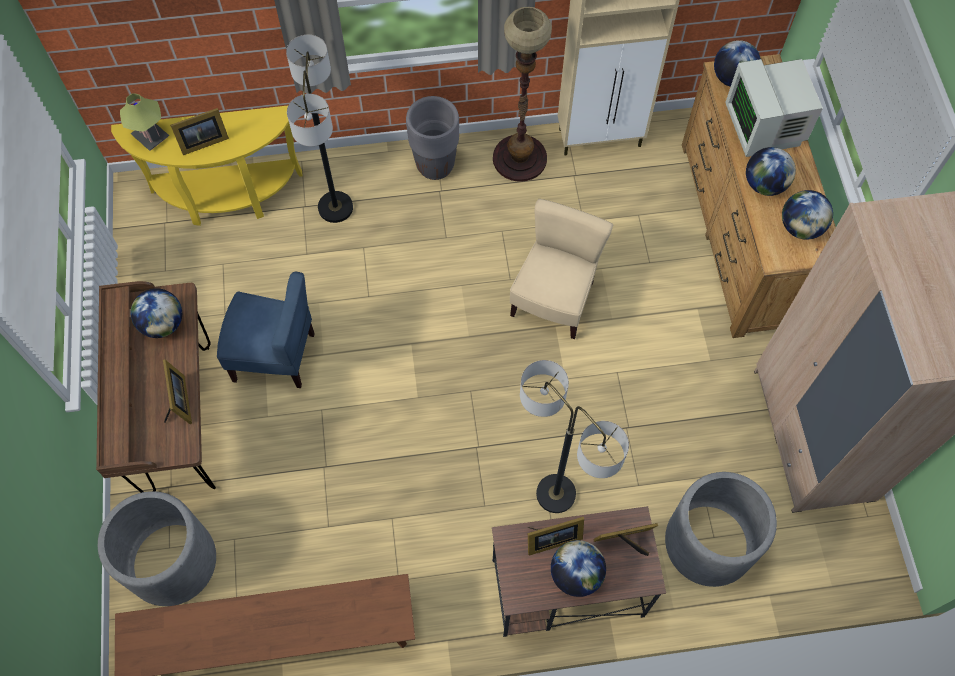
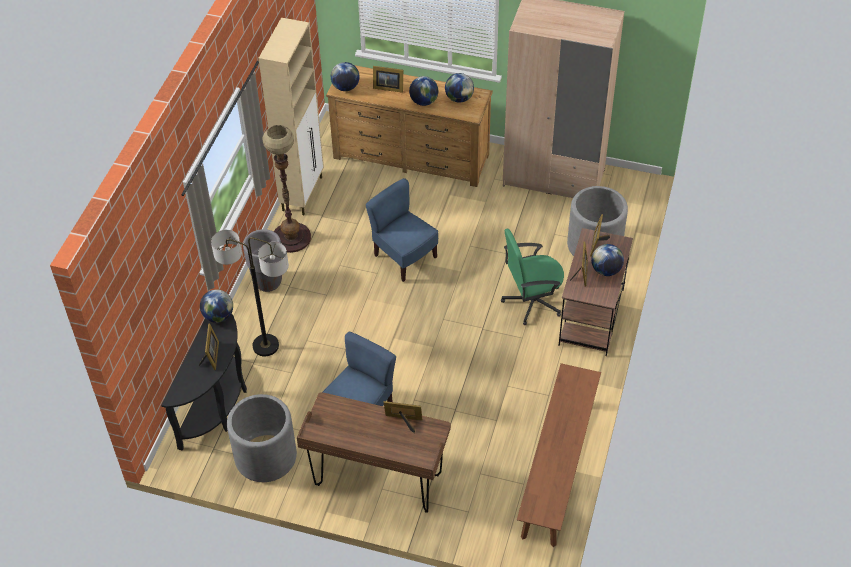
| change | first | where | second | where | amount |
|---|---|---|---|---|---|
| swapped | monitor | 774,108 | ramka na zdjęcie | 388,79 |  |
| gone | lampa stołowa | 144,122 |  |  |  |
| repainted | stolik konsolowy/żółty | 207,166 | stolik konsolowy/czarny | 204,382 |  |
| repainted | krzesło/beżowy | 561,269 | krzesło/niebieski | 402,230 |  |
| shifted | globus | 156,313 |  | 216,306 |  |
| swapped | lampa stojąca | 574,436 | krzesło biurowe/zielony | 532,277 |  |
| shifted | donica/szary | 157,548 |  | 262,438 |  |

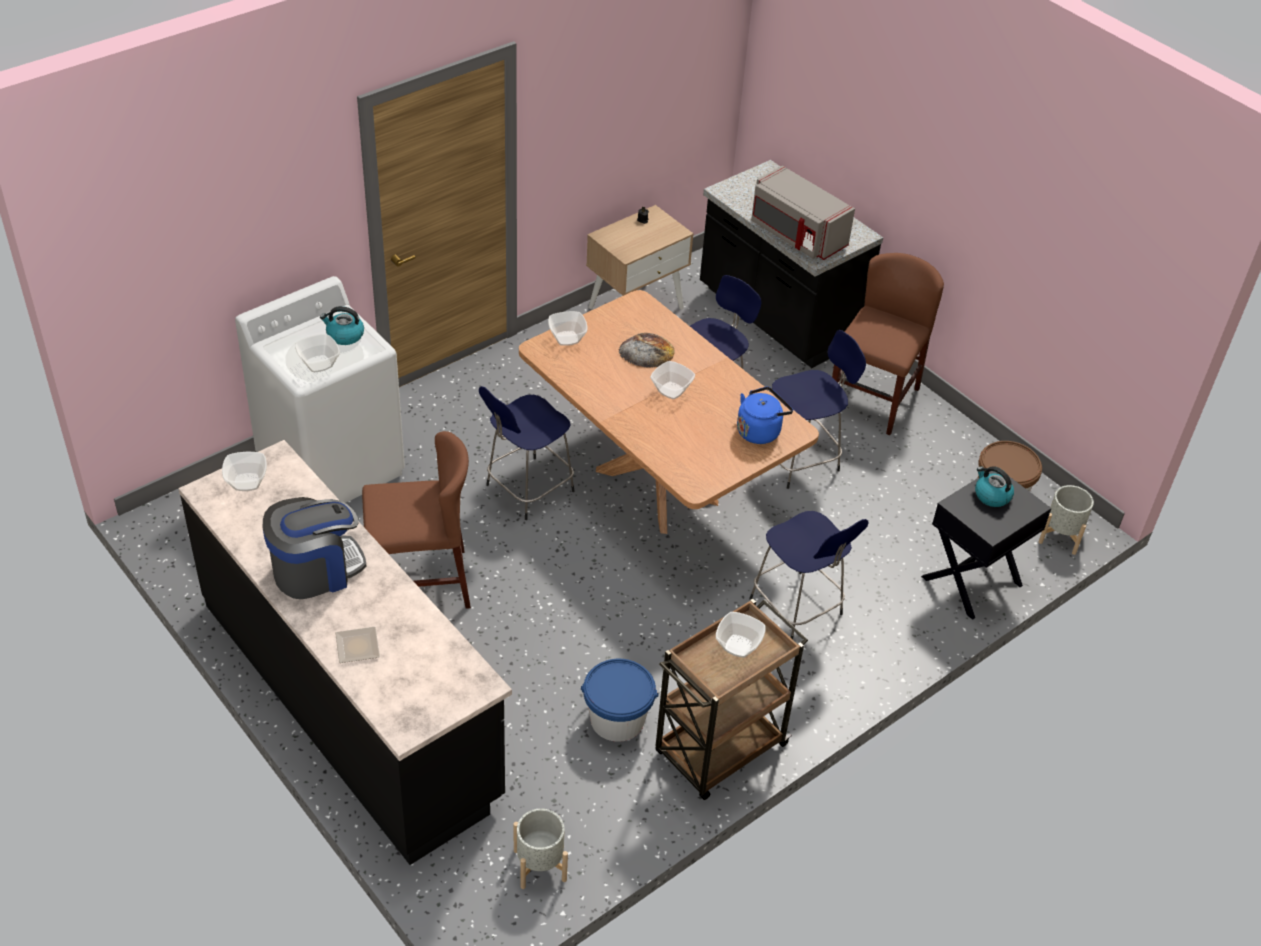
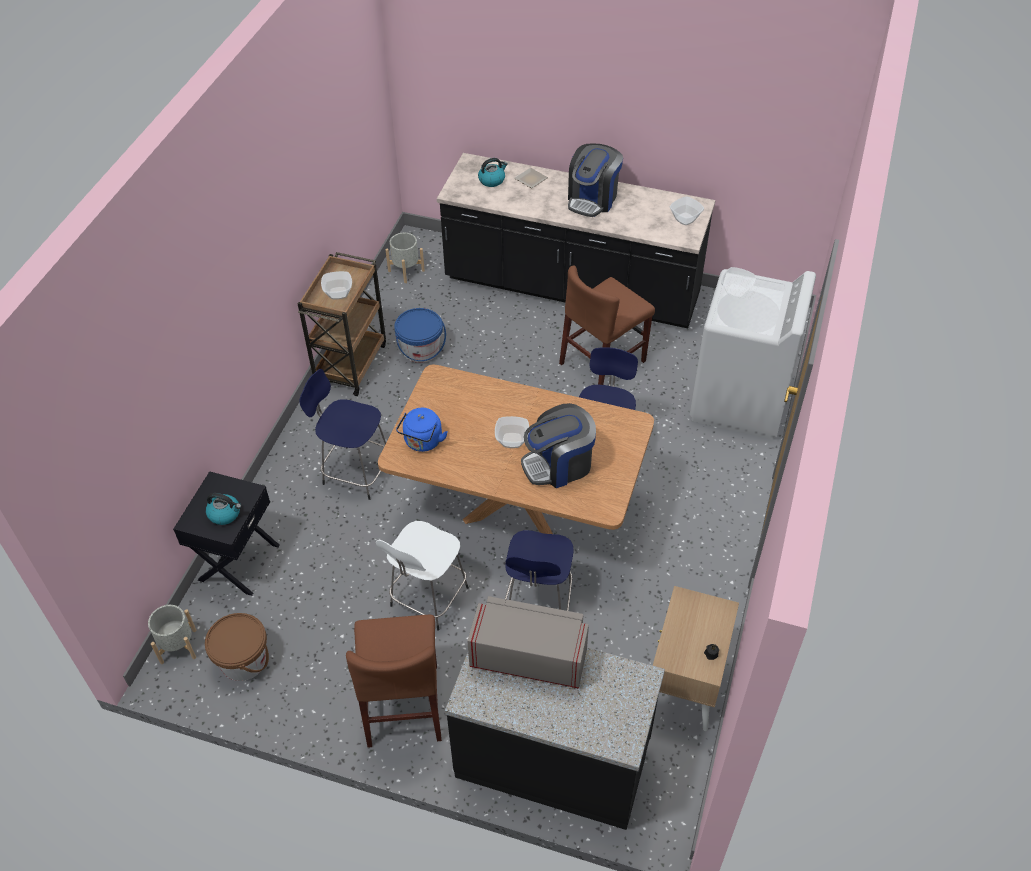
| change | first | where | second | where | amount |
|---|---|---|---|---|---|
| shifted | czajnik | 342,325 |  | 493,172 |  |
| gone | miska | 568,328 |  |  |  |
| repainted | stołek/niebieski | 819,409 | stołek/biały | 422,576 |  |
| swapped | chleb | 647,350 | ekspres do kawy | 558,445 |  |

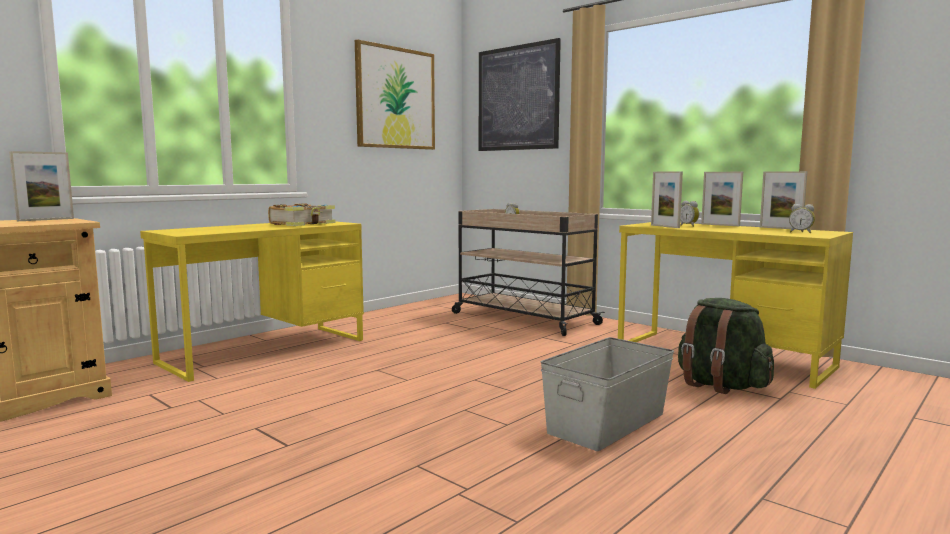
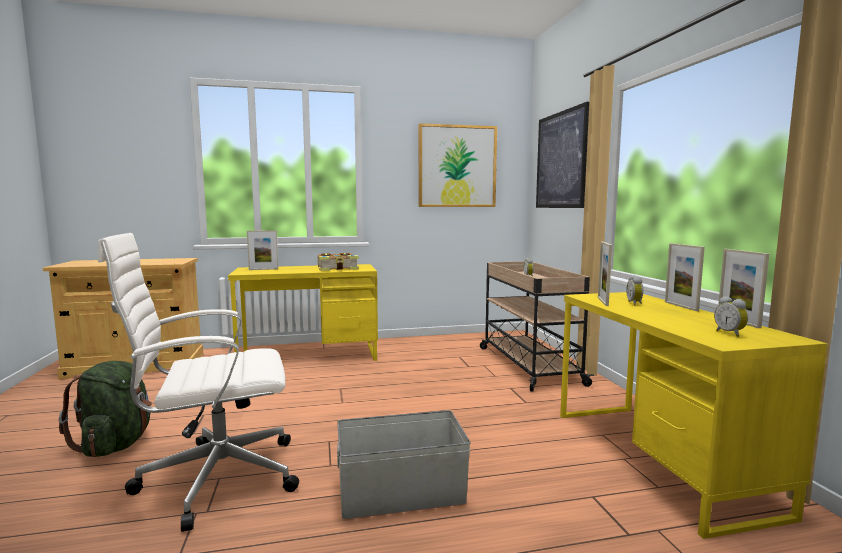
| change | first | where | second | where | amount |
|---|---|---|---|---|---|
| shifted | ramka na zdjęcie | 41,186 |  | 262,250 |  |
| shifted | plecak/zielony | 726,346 |  | 105,409 |  |
| new |  |  | krzesło biurowe/biały | 198,382 |  |

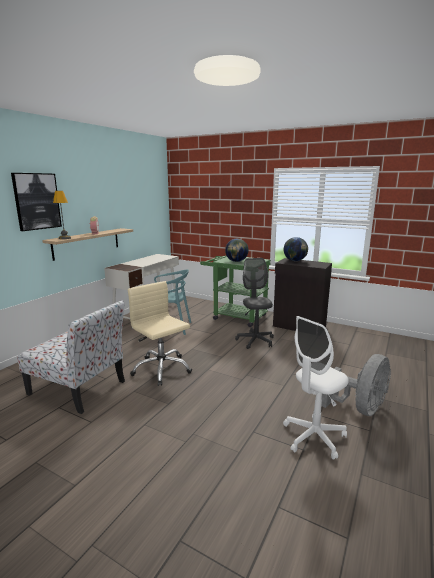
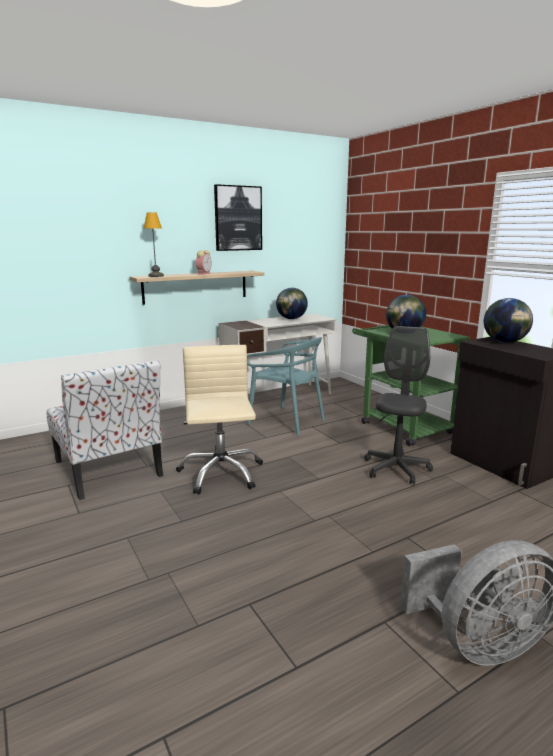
| change | first | where | second | where | amount |
|---|---|---|---|---|---|
| shifted | obraz | 36,202 |  | 238,217 |  |
| gone | krzesło biurowe/biały | 316,388 |  |  |  |
| new |  |  | globus | 292,303 |  |

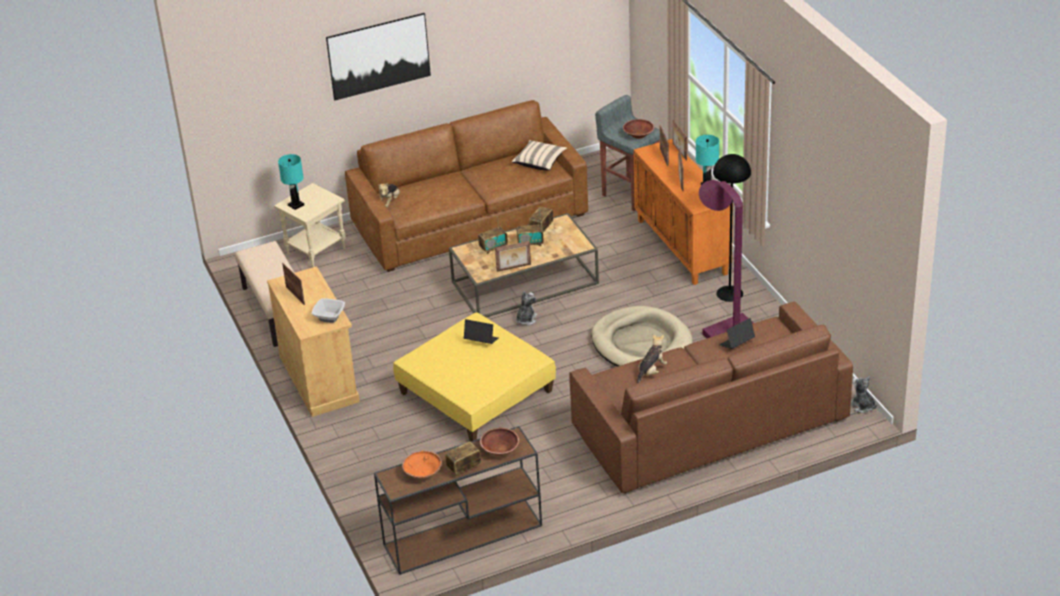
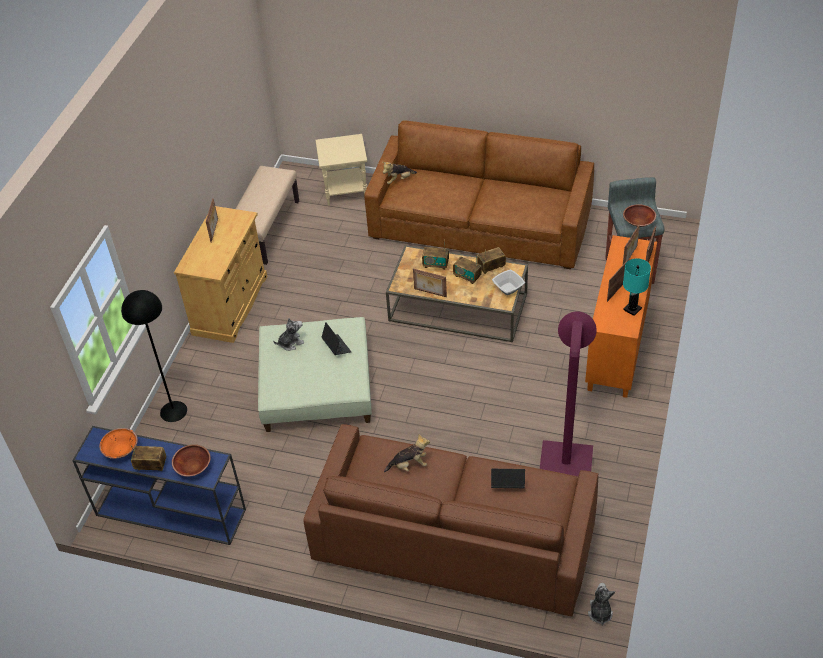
| change | first | where | second | where | amount |
|---|---|---|---|---|---|
| gone | obraz | 378,56 |  |  |  |
| gone | poduszka/beżowy | 539,155 |  |  |  |
| gone | lampa stołowa/turkusowy | 291,182 |  |  |  |
| shifted | lampa stojąca/czarny | 732,228 |  | 154,356 |  |
| shifted | pluszak | 526,308 |  | 288,334 |  |
| shifted | miska | 328,310 |  | 508,282 |  |
| gone | legowisko/beżowy | 642,336 |  |  |  |
| repainted | pufa/żółty | 474,376 | pufa/zielony | 315,374 |  |
| repainted | stolik konsolowy/brązowy | 458,500 | stolik konsolowy/niebieski | 159,485 |  |

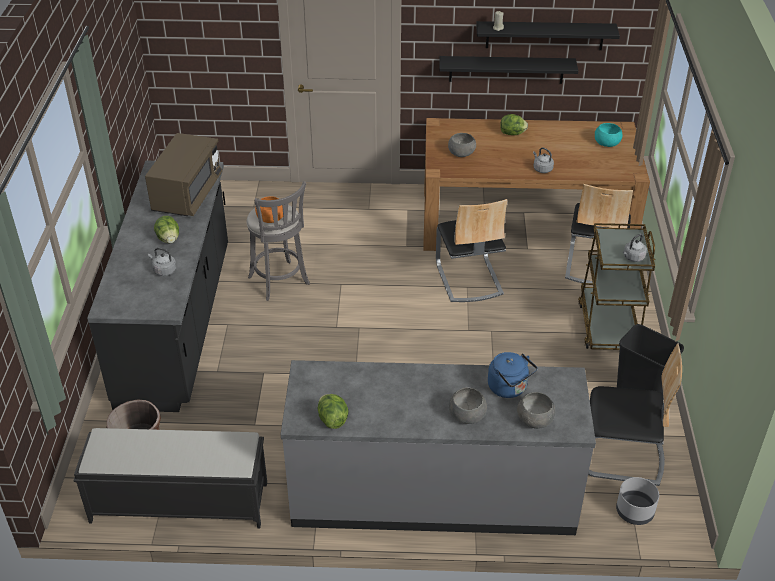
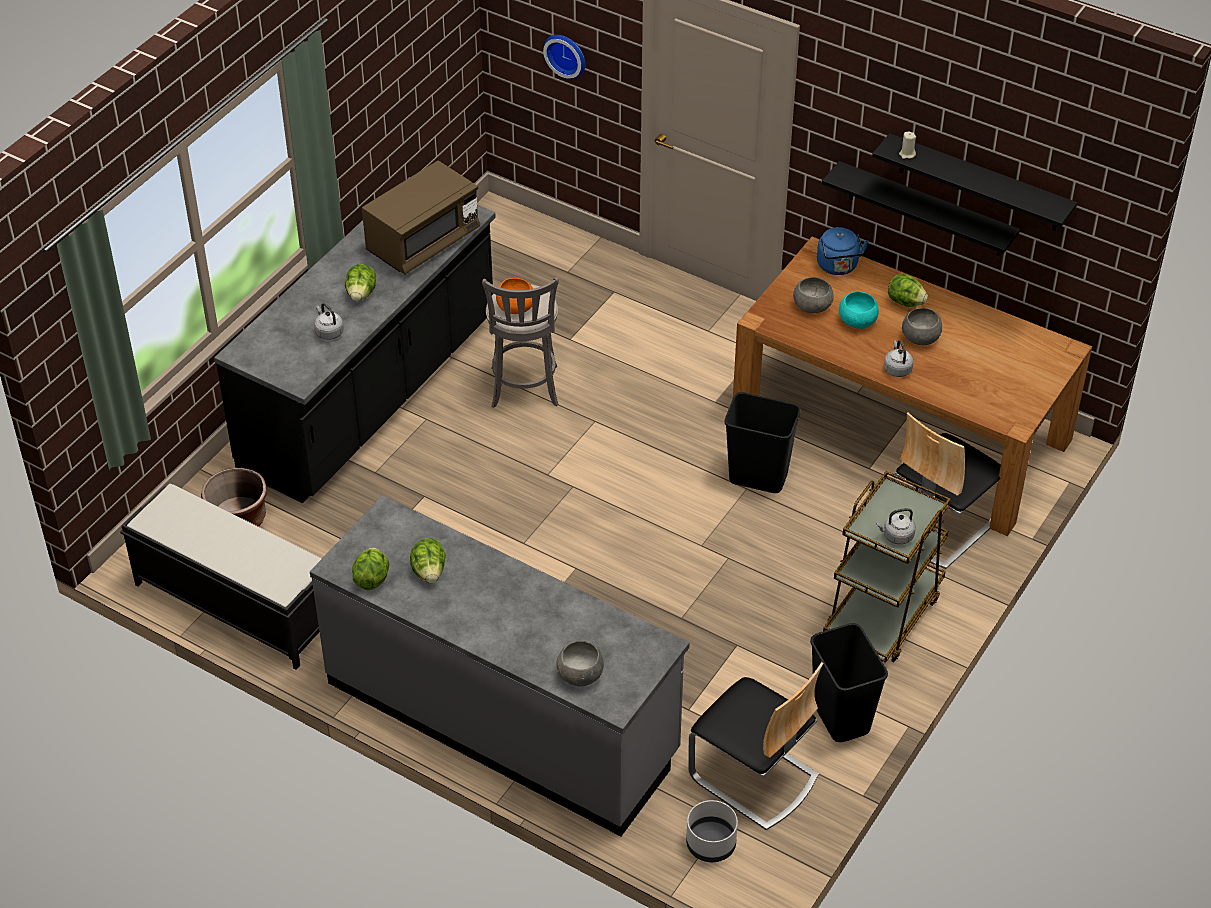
| change | first | where | second | where | amount |
|---|---|---|---|---|---|
| shifted | miska/turkusowy | 608,135 |  | 859,310 |  |
| swapped | krzesło | 471,250 | kosz na śmieci/czarny | 763,442 |  |
| shifted | czajnik/niebieski | 513,375 |  | 843,251 |  |
| shifted | miska/szary | 468,405 |  | 922,326 |  |
| new |  |  | zegar ścienny | 564,57 |  |
| new |  |  | sałata | 428,560 |  |

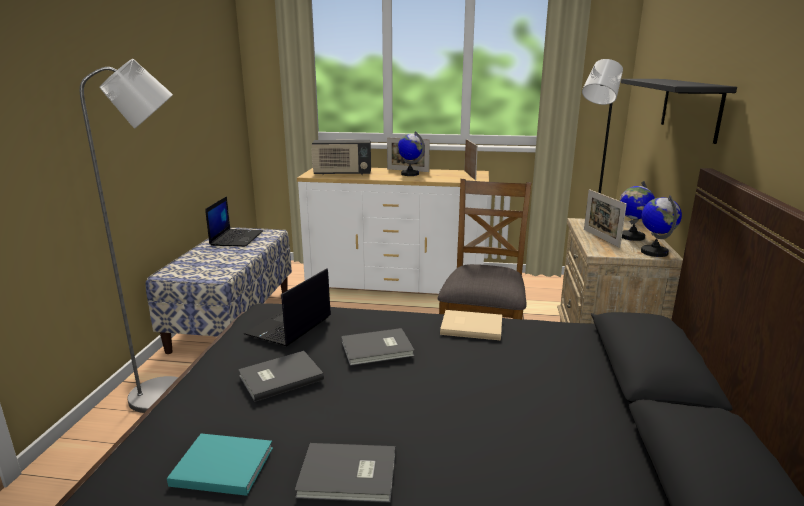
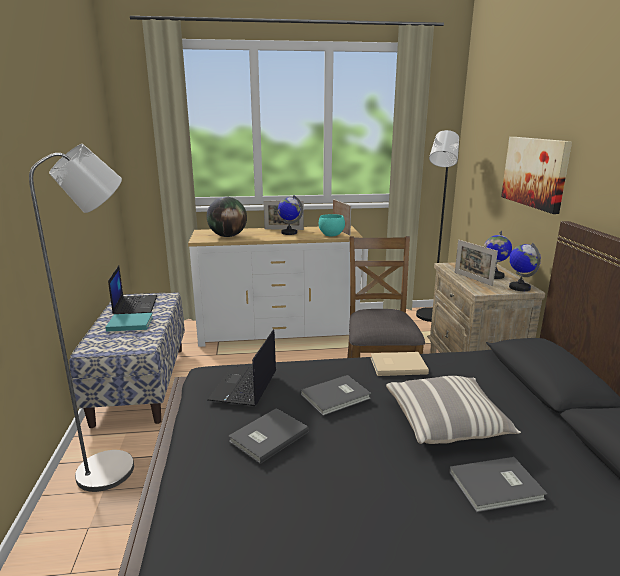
| change | first | where | second | where | amount |
|---|---|---|---|---|---|
| swapped | półka/czarny | 679,111 | obraz | 536,175 |  |
| swapped | radio | 341,157 | globus | 227,217 |  |
| shifted | książka/turkusowy | 220,464 |  | 129,322 |  |
| shifted | książka/szary | 345,473 |  | 498,484 |  |
| new |  |  | miska/turkusowy | 332,225 |  |
| new |  |  | poduszka | 453,410 |  |

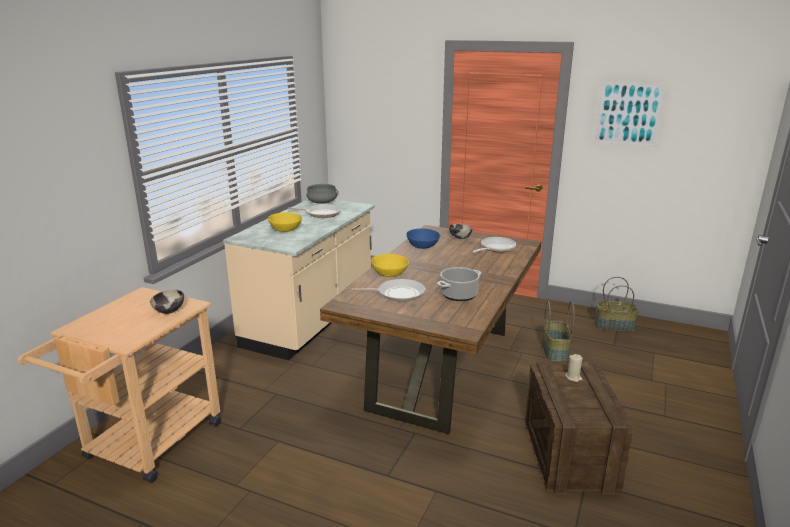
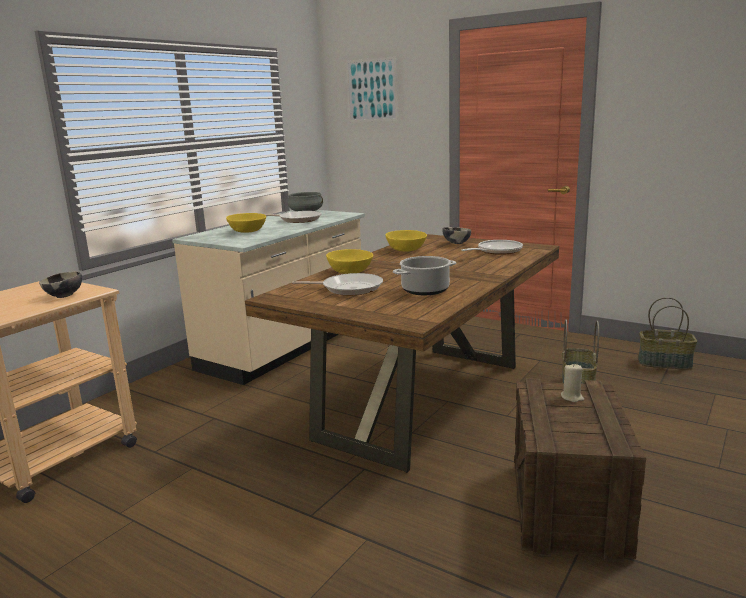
| change | first | where | second | where | amount |
|---|---|---|---|---|---|
| shifted | obraz | 629,114 |  | 372,89 |  |
| repainted | miska/niebieski | 423,238 | miska/żółty | 406,240 |  |

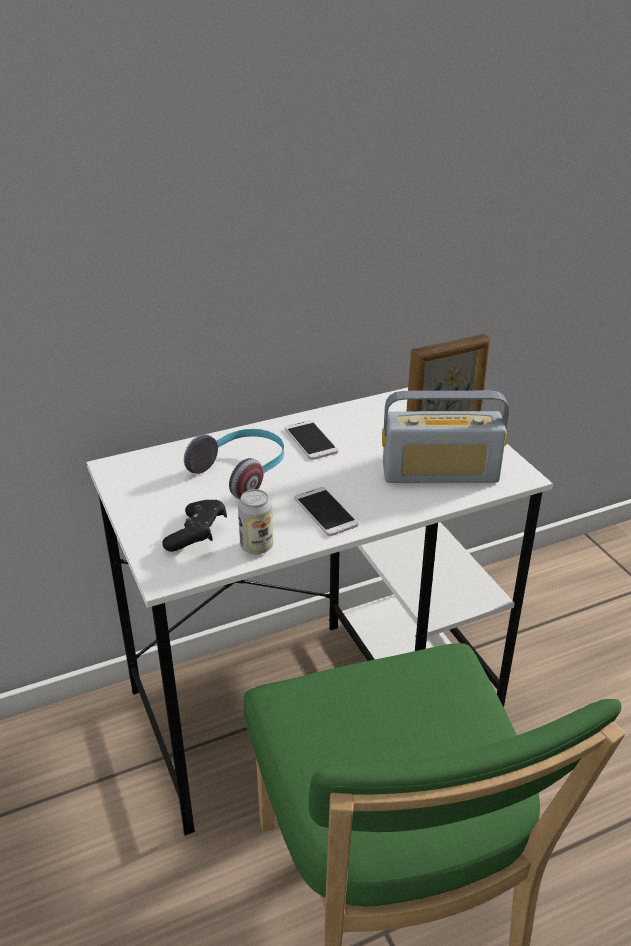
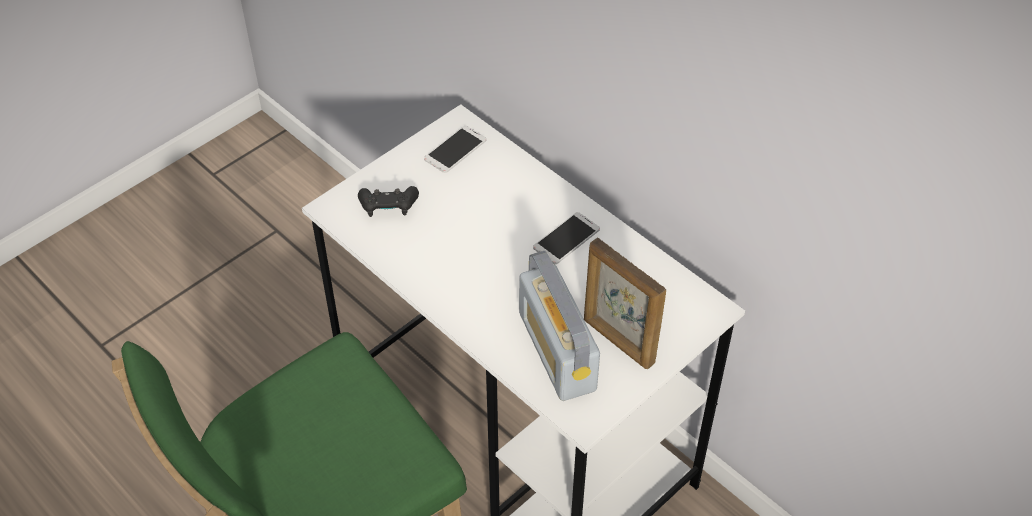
| change | first | where | second | where | amount |
|---|---|---|---|---|---|
| gone | słuchawki | 234,464 |  |  |  |
| shifted | telefon | 326,511 |  | 455,149 |  |
| gone | puszka | 255,521 |  |  |  |

